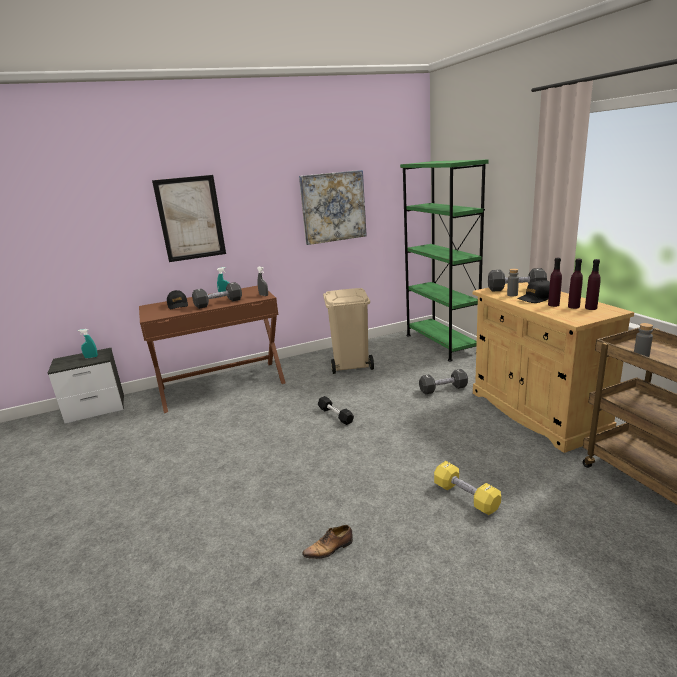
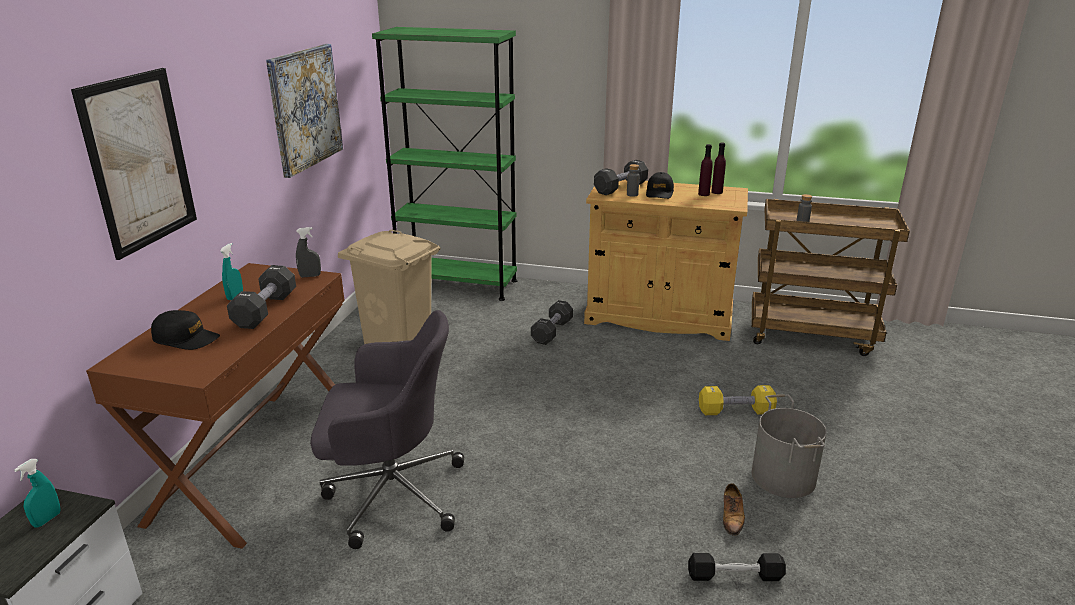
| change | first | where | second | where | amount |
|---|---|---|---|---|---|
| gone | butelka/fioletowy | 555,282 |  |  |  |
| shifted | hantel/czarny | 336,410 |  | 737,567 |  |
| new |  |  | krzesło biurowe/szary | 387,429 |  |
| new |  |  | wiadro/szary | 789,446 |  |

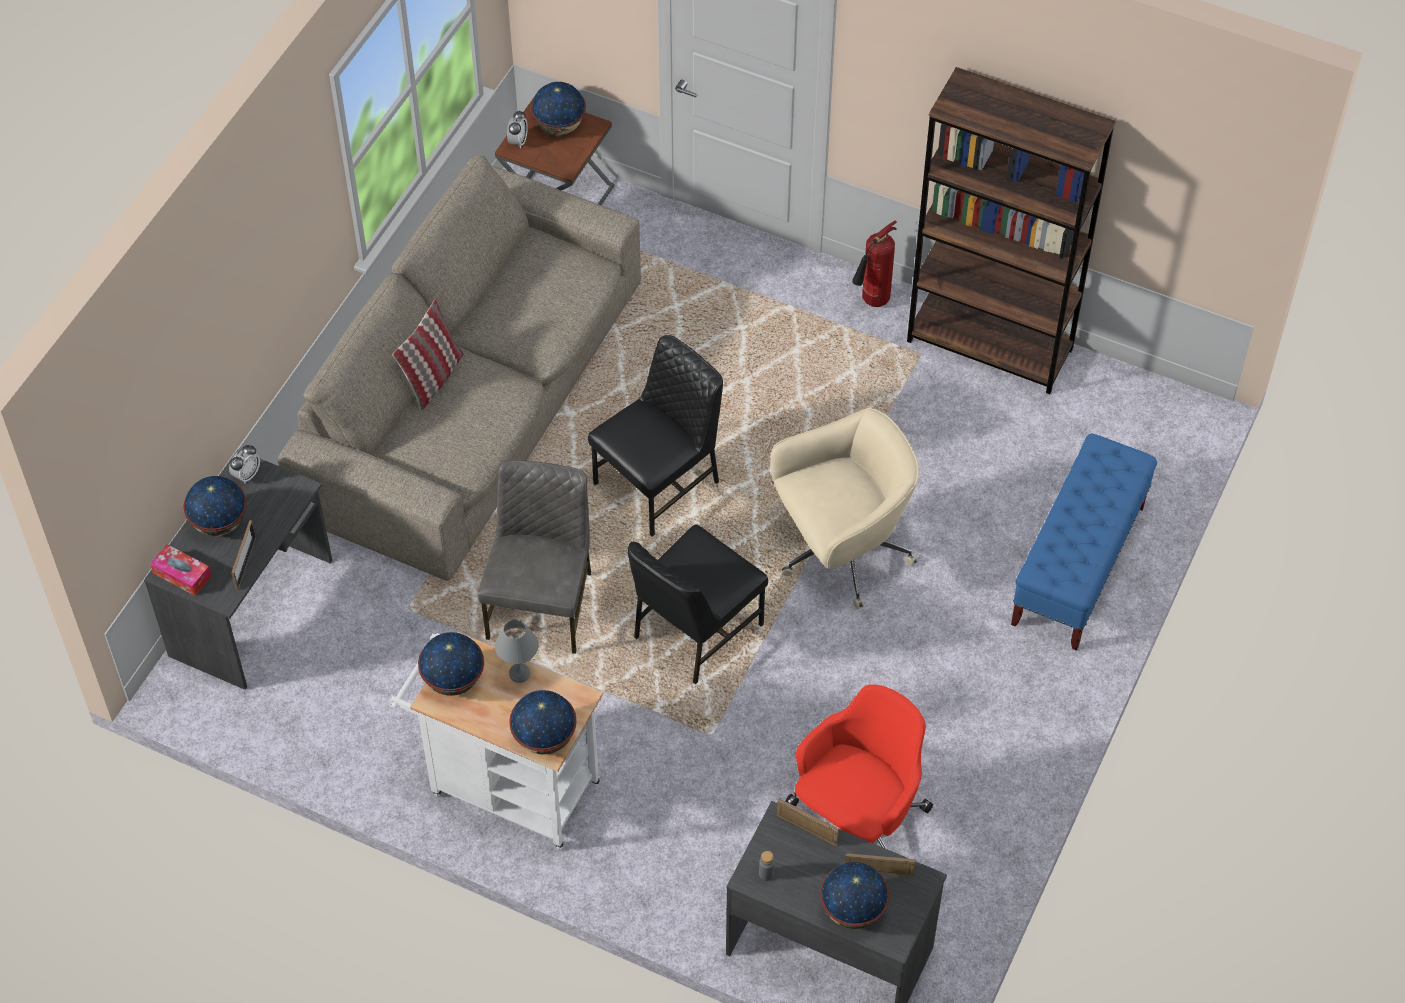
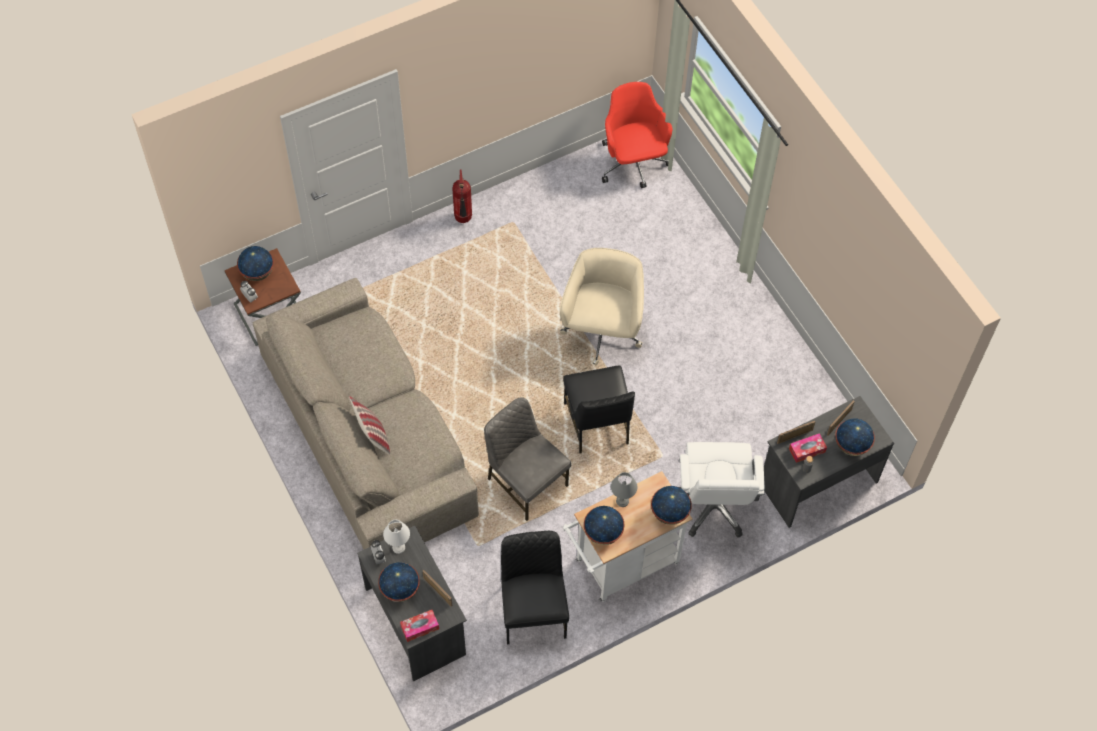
| change | first | where | second | where | amount |
|---|---|---|---|---|---|
| gone | regał/brązowy | 1011,230 |  |  |  |
| shifted | krzesło/czarny | 655,436 |  | 535,587 |  |
| gone | ławka/niebieski | 1084,542 |  |  |  |
| shifted | krzesło biurowe/czerwony | 859,766 |  | 637,135 |  |
| new |  |  | pudełko chusteczek | 808,448 |  |
| new |  |  | krzesło biurowe/biały | 722,490 |  |
| new |  |  | lampa stołowa/biały | 396,537 |  |

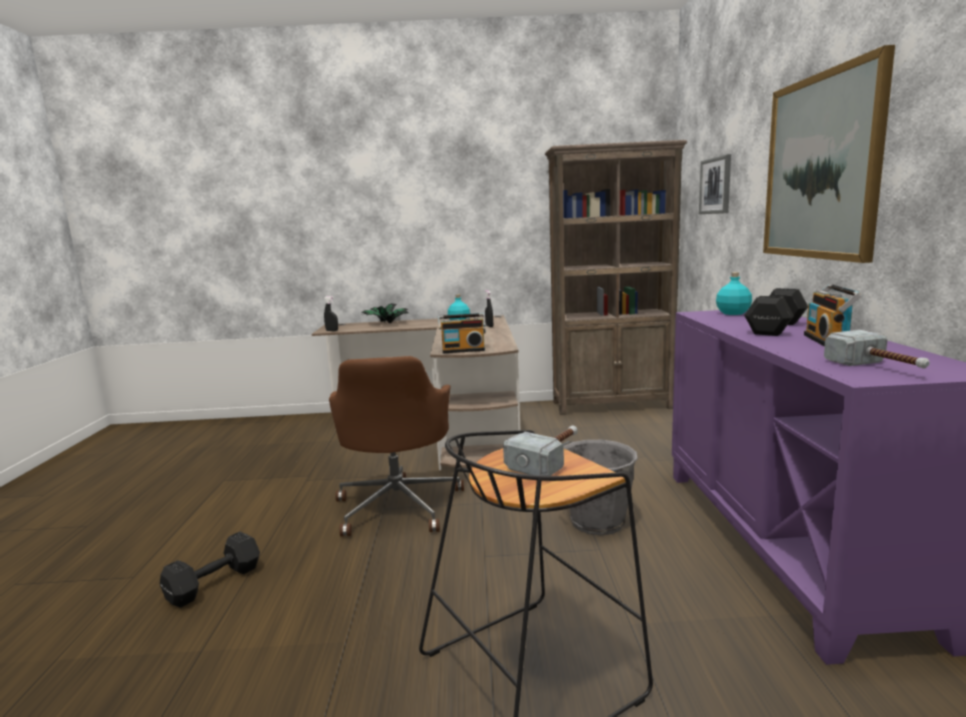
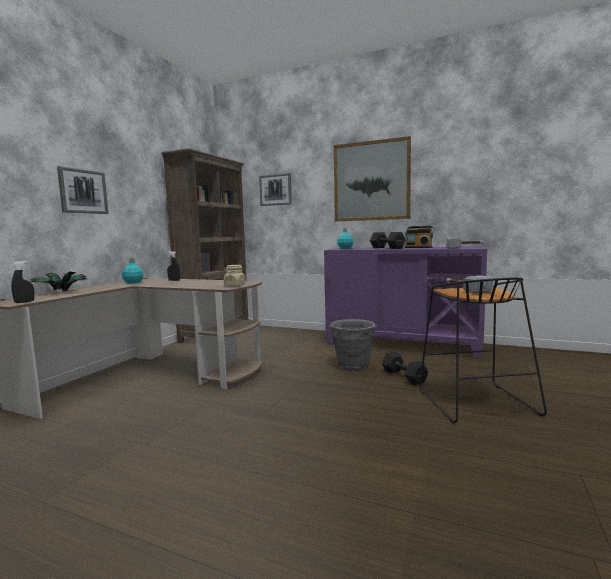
| change | first | where | second | where | amount |
|---|---|---|---|---|---|
| swapped | radio | 462,333 | słoik/beżowy | 235,276 |  |
| gone | krzesło biurowe/brązowy | 396,446 |  |  |  |
| shifted | hantel/czarny | 210,570 |  | 405,368 |  |
| new |  |  | obraz | 82,190 |  |

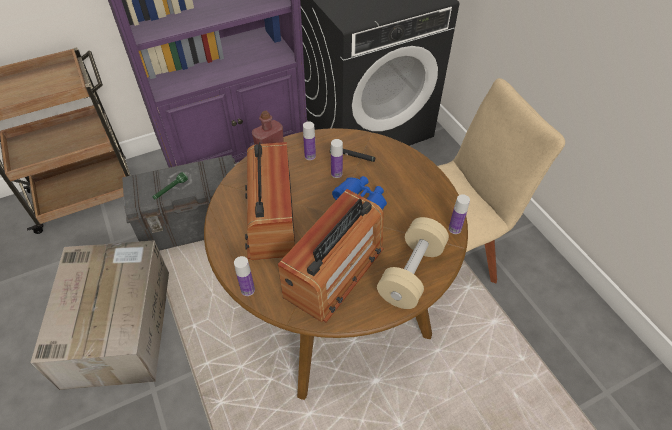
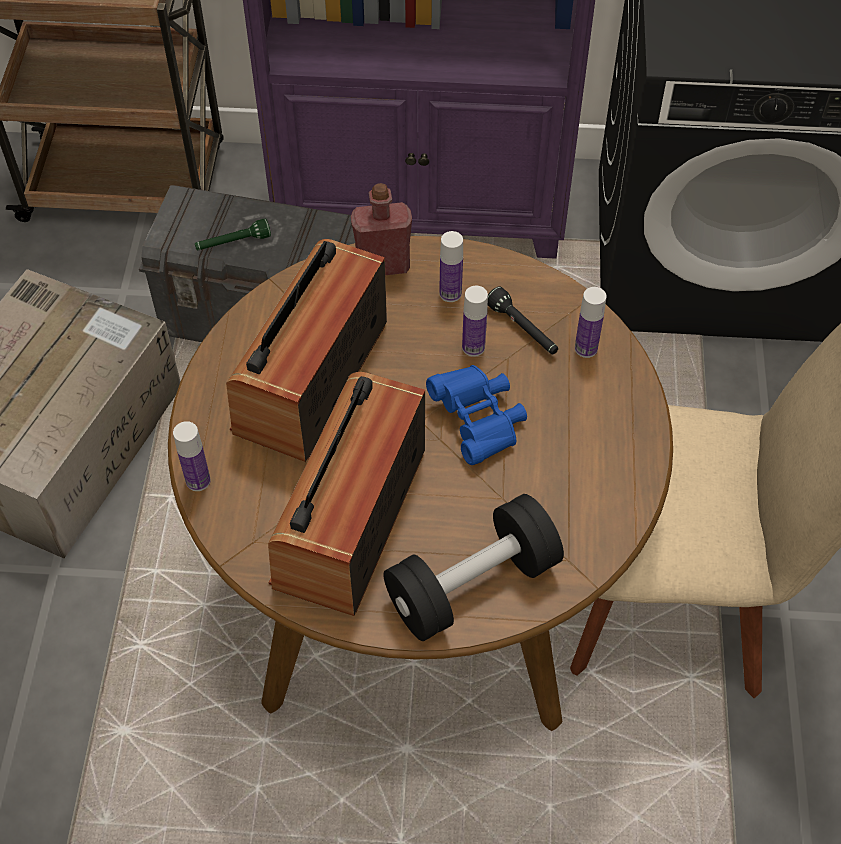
| change | first | where | second | where | amount |
|---|---|---|---|---|---|
| rotated | radio | 331,255 |  | 346,494 | 135 degrees clockwise |
| shifted | butelka | 459,214 |  | 591,322 |  |
| repainted | hantel/beżowy | 413,263 | hantel/czarny | 473,567 |  |

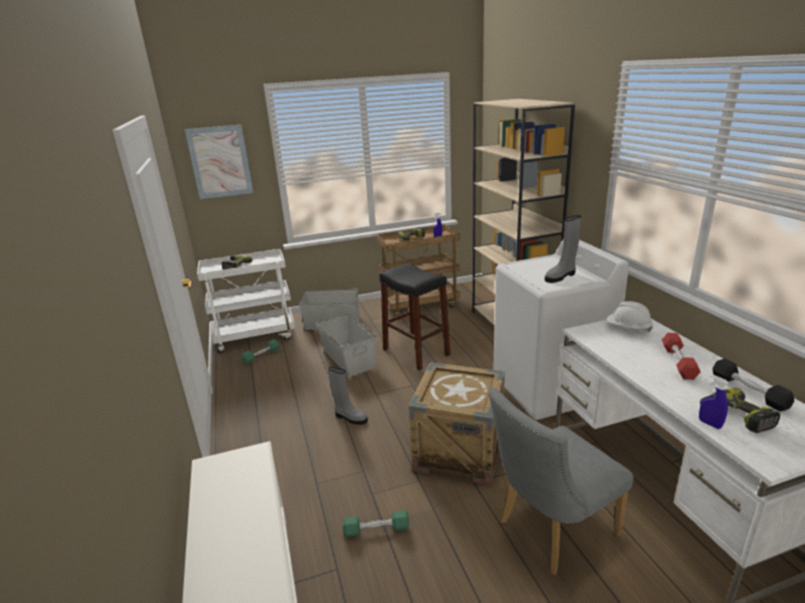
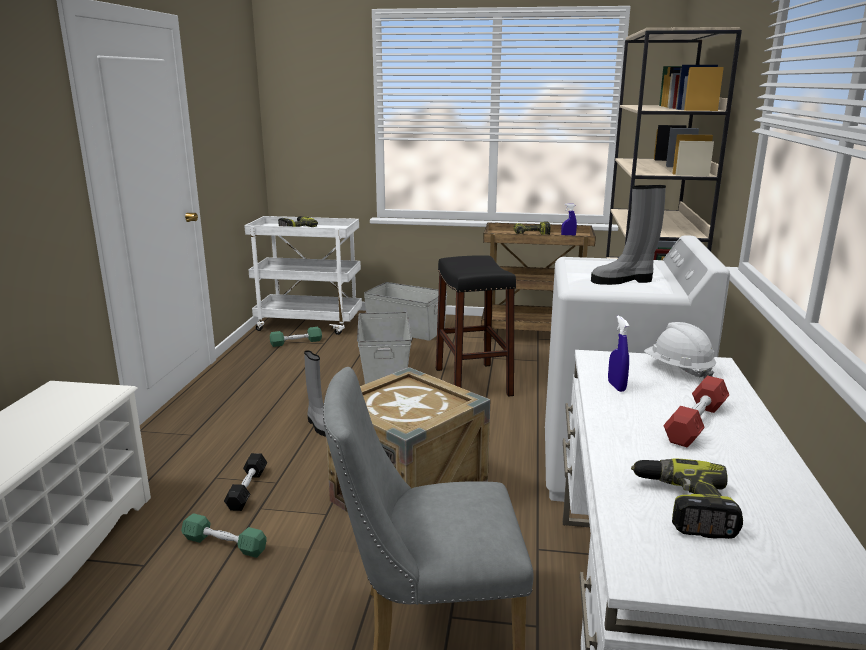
| change | first | where | second | where | amount |
|---|---|---|---|---|---|
| gone | obraz | 219,162 |  |  |  |
| shifted | hantel/czarny | 753,384 |  | 245,482 |  |
| shifted | spryskiwacz/niebieski | 714,401 |  | 618,354 |  |

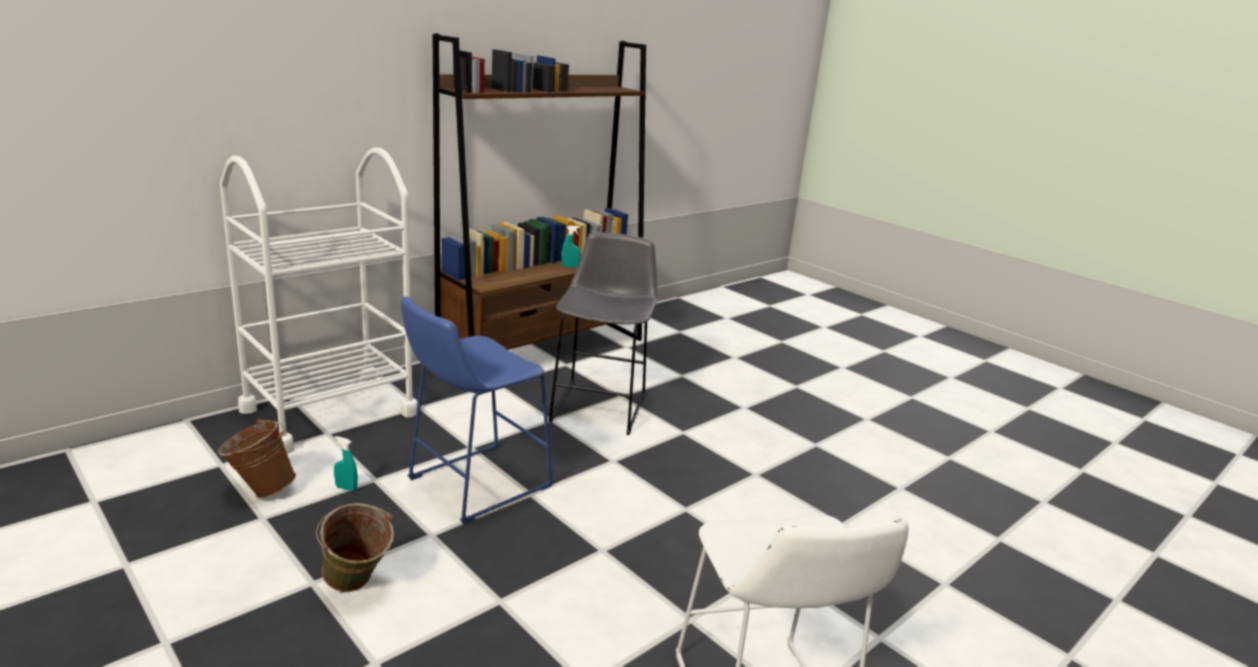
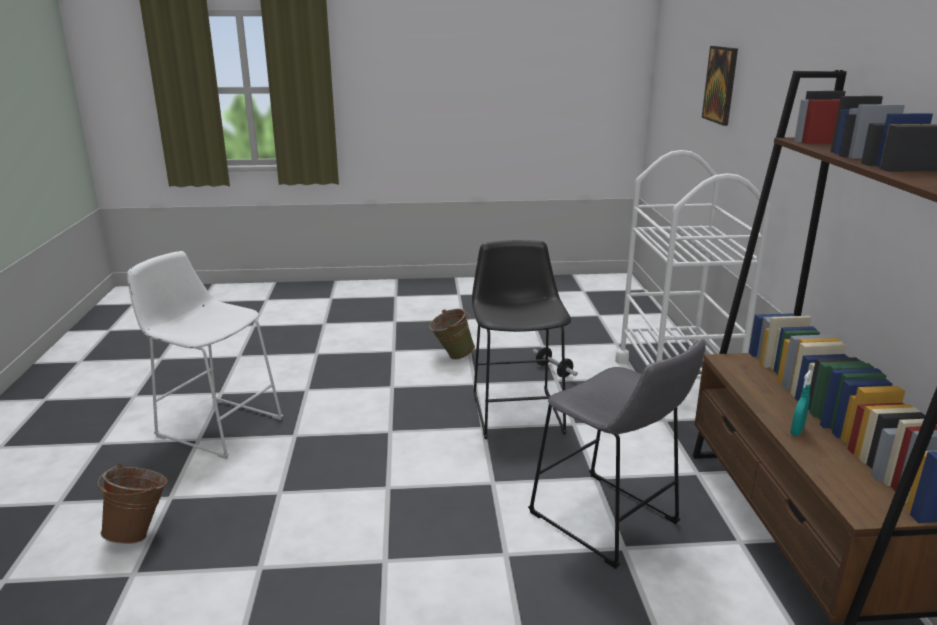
| change | first | where | second | where | amount |
|---|---|---|---|---|---|
| repainted | stołek/niebieski | 477,410 | stołek/czarny | 521,339 |  |
| shifted | wiadro/brązowy | 257,458 |  | 132,503 |  |
| swapped | spryskiwacz/turkusowy | 346,464 | hantel | 555,362 |  |
| new |  |  | obraz | 720,86 |  |

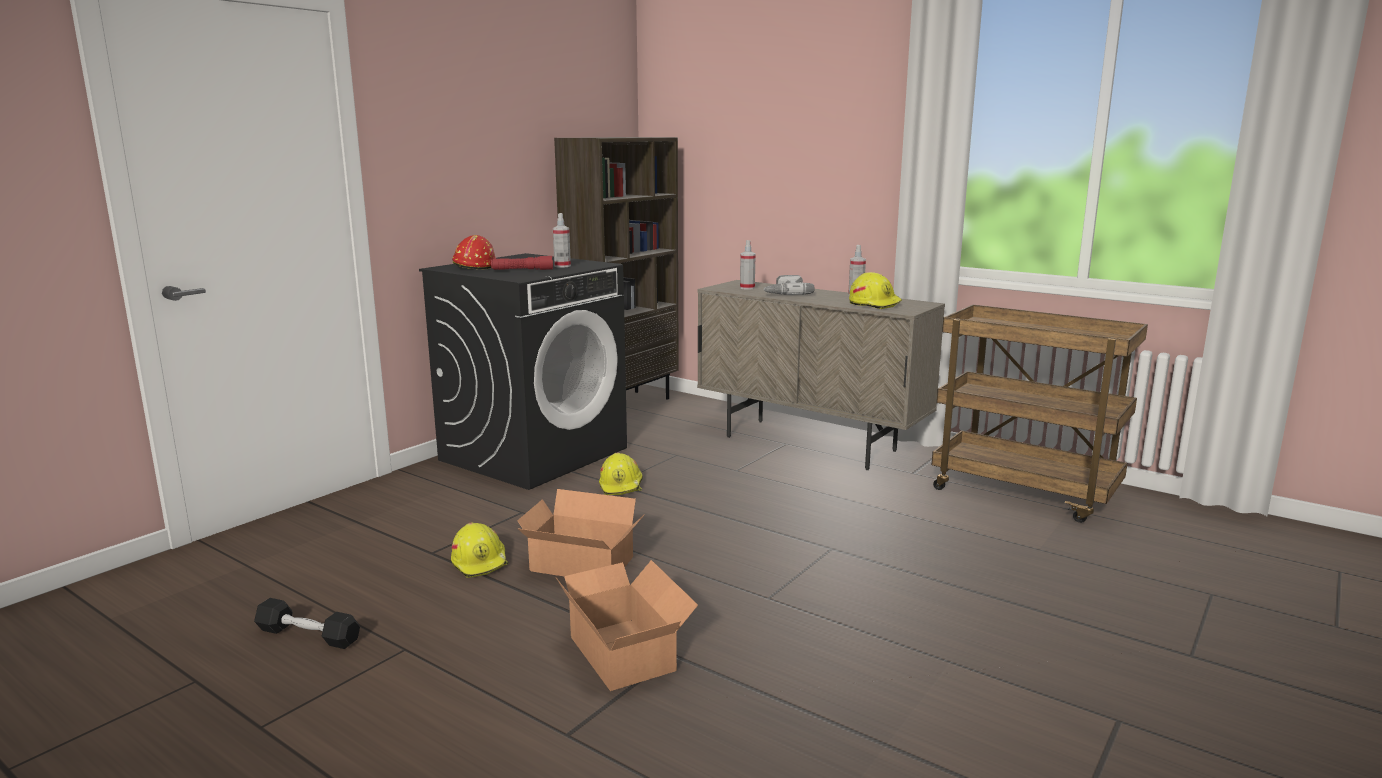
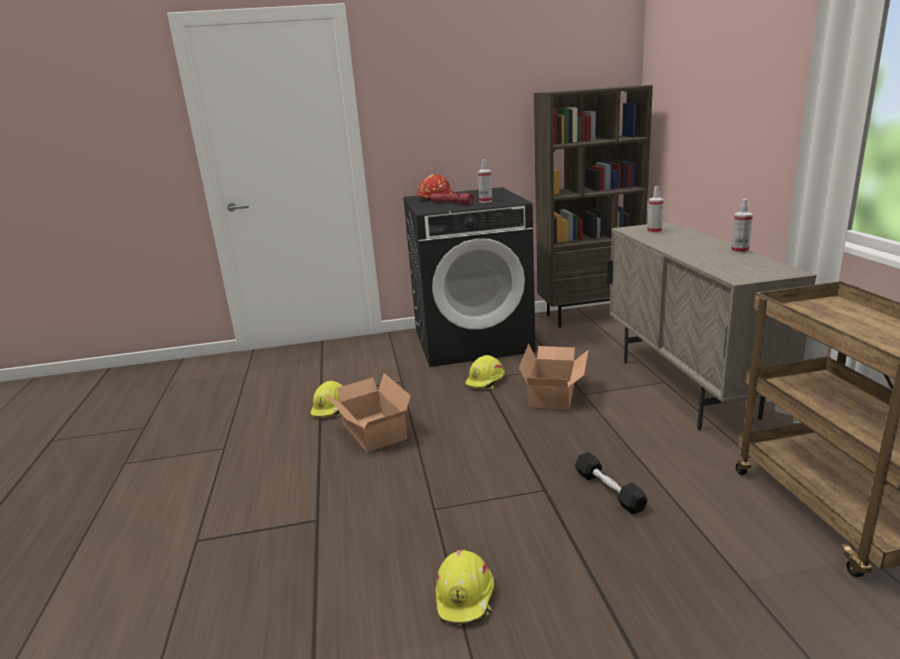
| change | first | where | second | where | amount |
|---|---|---|---|---|---|
| shifted | kask/żółty | 875,290 |  | 465,587 |  |
| gone | wiertarka | 789,285 |  |  |  |
| shifted | karton | 627,625 |  | 553,377 |  |
| shifted | hantel/czarny | 307,623 |  | 611,483 |  |

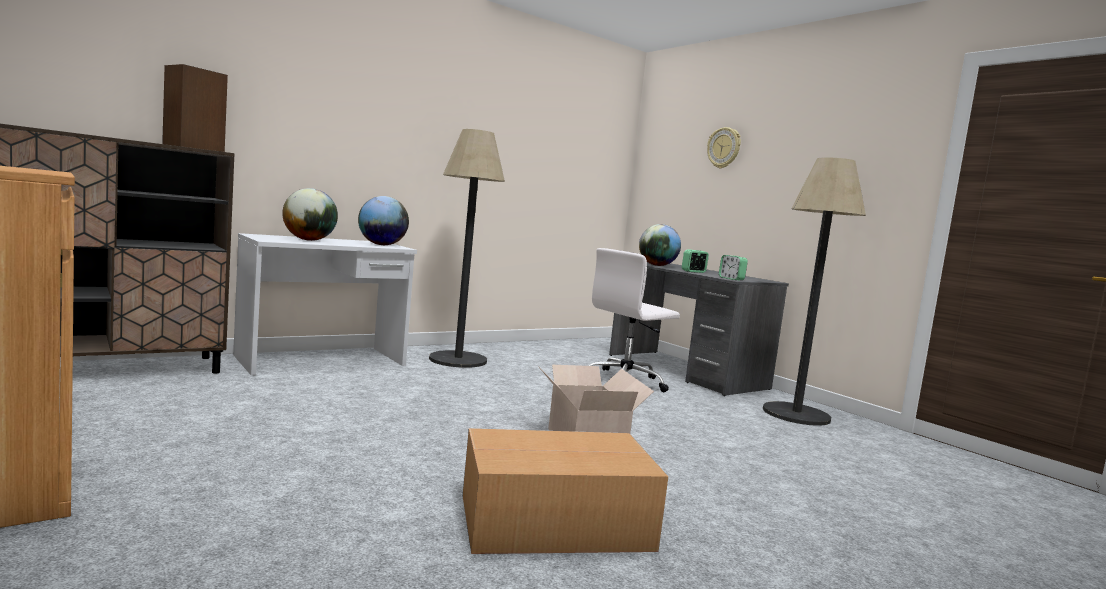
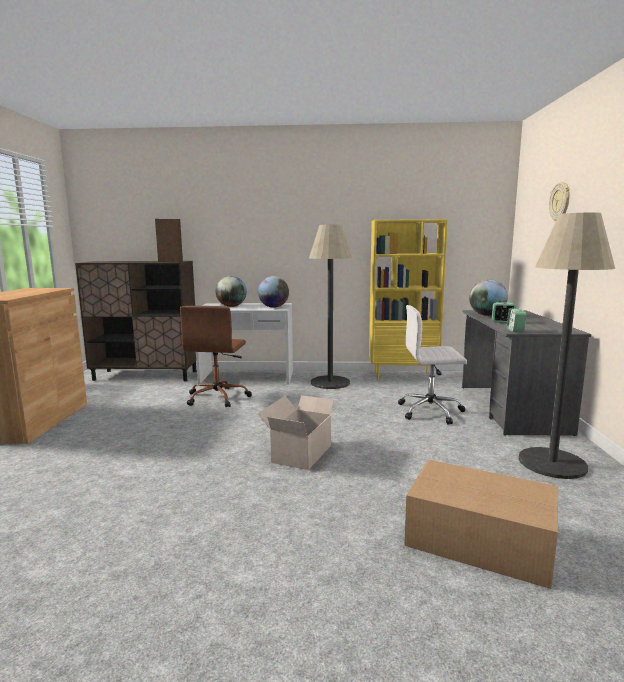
| change | first | where | second | where | amount |
|---|---|---|---|---|---|
| shifted | karton | 565,491 |  | 481,524 |  |
| new |  |  | regał/żółty | 408,299 |  |
| new |  |  | krzesło biurowe/brązowy | 216,357 |  |

